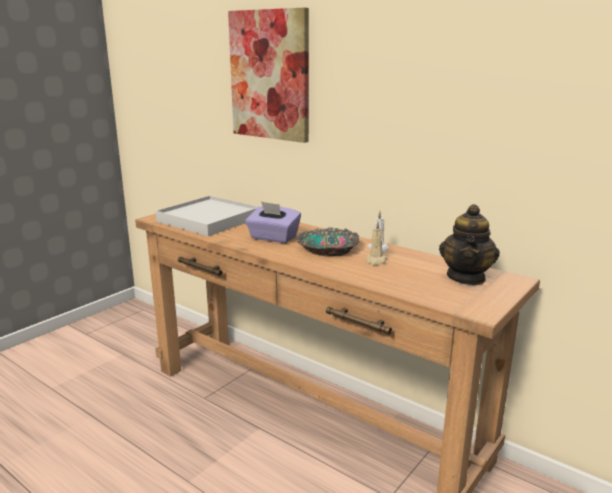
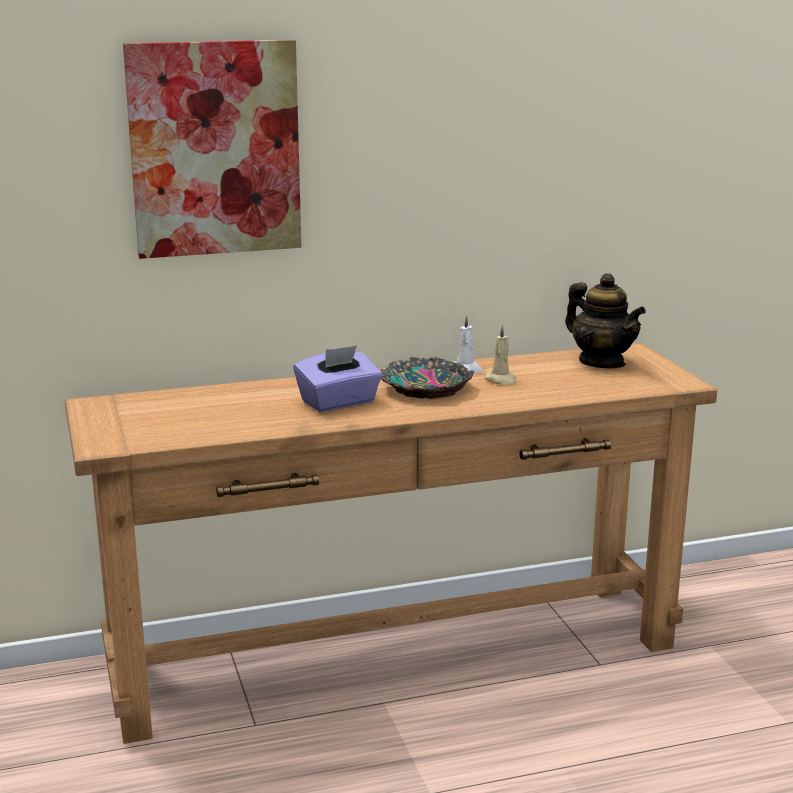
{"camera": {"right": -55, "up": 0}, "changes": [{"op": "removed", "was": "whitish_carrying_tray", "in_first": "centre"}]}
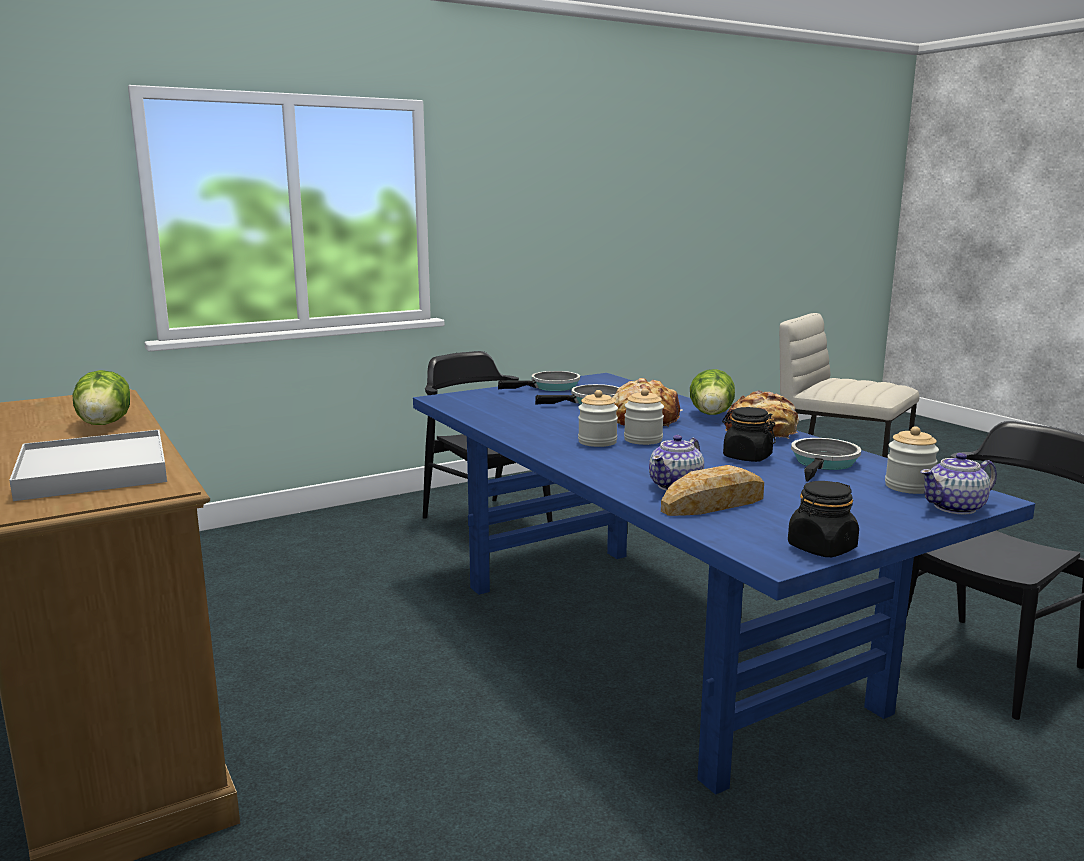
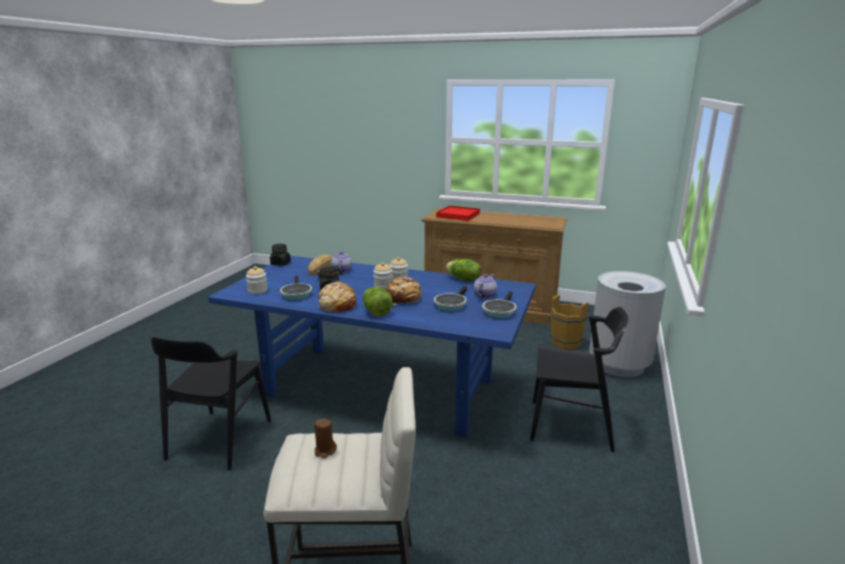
{"camera": {"right": 140, "up": 5}, "changes": [{"op": "added", "now": "brown-coloured_candle", "in_second": "bottom centre"}, {"op": "added", "now": "brown-coloured_bucket", "in_second": "middle right"}, {"op": "added", "now": "greyish_rubbish_bin", "in_second": "middle right"}, {"op": "moved", "was": "head_of_lettuce (1st from left in the first image)", "now": "head_of_lettuce (2nd from left)", "in_first": "middle left", "in_second": "centre"}, {"op": "moved", "was": "tea_pot (2nd from left)", "in_first": "middle right", "in_second": "centre"}, {"op": "recoloured", "was": "whitish_carrying_tray", "now": "red_carrying_tray", "in_first": "middle left", "in_second": "centre"}]}
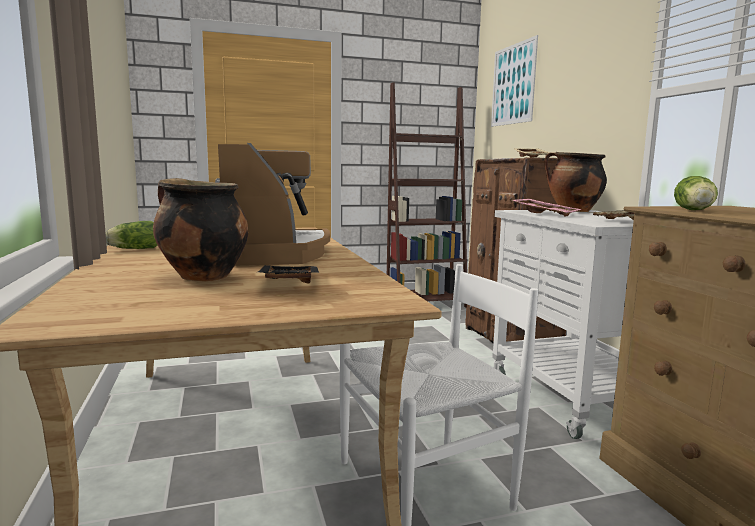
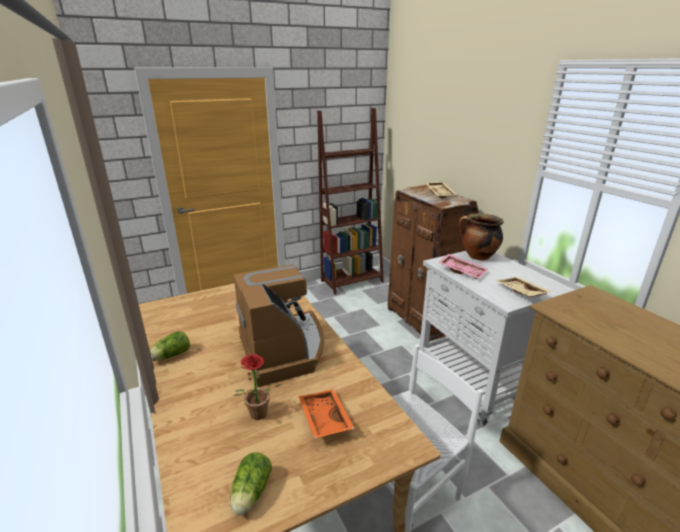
{"camera": {"right": -10, "up": 15}, "changes": [{"op": "removed", "was": "picture", "in_first": "top right"}, {"op": "moved", "was": "head_of_lettuce (2nd from left)", "in_first": "middle right", "in_second": "bottom centre"}, {"op": "replaced", "was": "saucepot (1st from left)", "now": "houseplant", "in_first": "middle left", "in_second": "bottom centre"}, {"op": "recoloured", "was": "black_carrying_tray", "now": "orangey_carrying_tray", "in_first": "centre", "in_second": "bottom centre"}]}
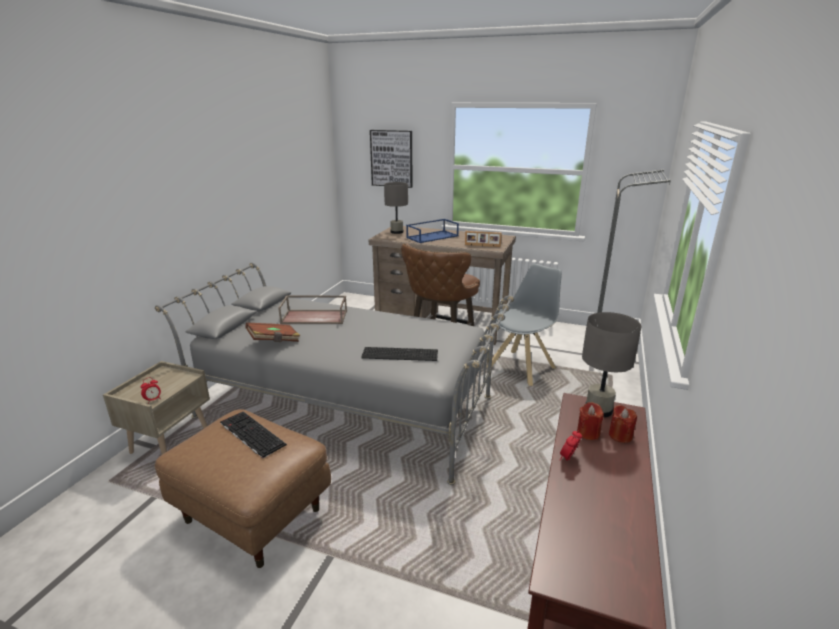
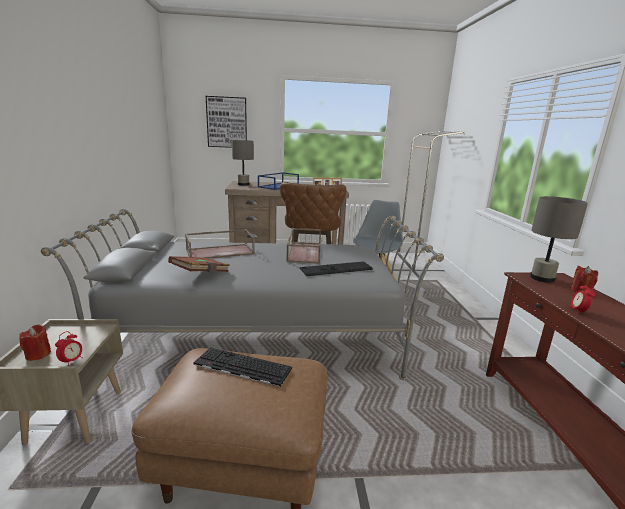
{"camera": {"right": -25, "up": -5}, "changes": [{"op": "added", "now": "brown-coloured_carrying_tray (2nd from left)", "in_second": "centre"}, {"op": "moved", "was": "red_candle (1st from left)", "in_first": "bottom right", "in_second": "bottom left"}]}
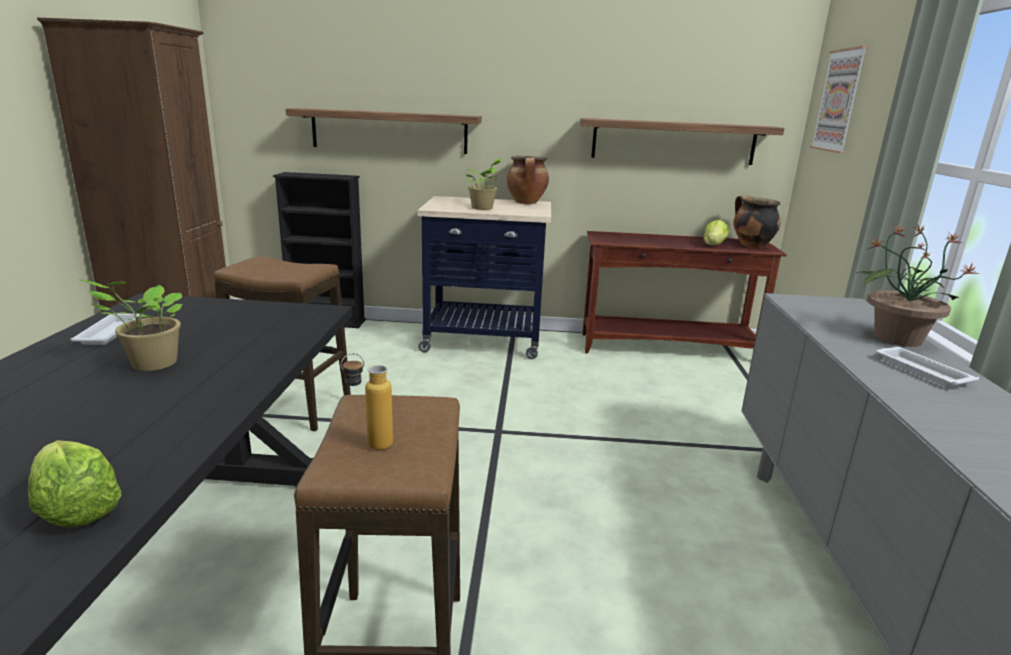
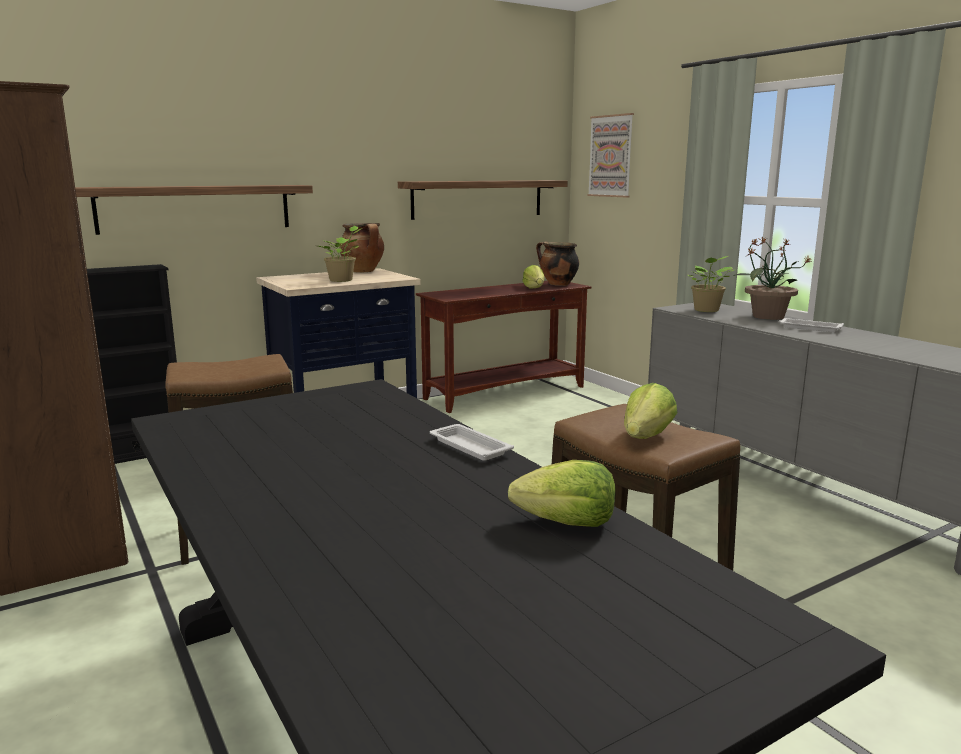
{"camera": {"right": -35, "up": -5}, "changes": [{"op": "moved", "was": "whitish_carrying_tray (1st from left)", "in_first": "middle left", "in_second": "centre"}, {"op": "moved", "was": "houseplant (1st from left in the first image)", "now": "houseplant (2nd from left)", "in_first": "middle left", "in_second": "middle right"}, {"op": "replaced", "was": "beverage_bottle", "now": "head_of_lettuce (3rd from left)", "in_first": "centre", "in_second": "middle right"}]}
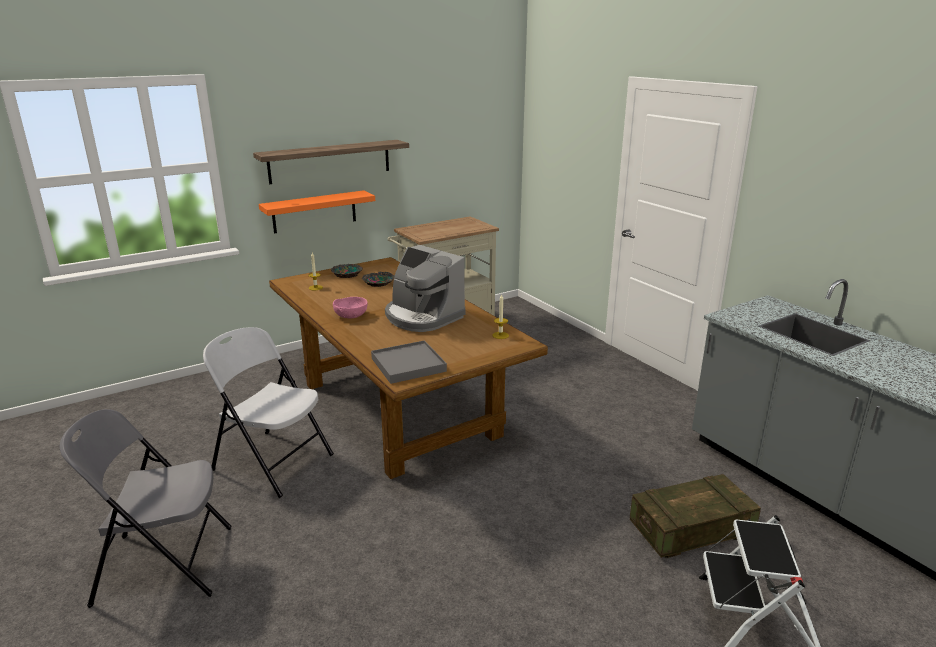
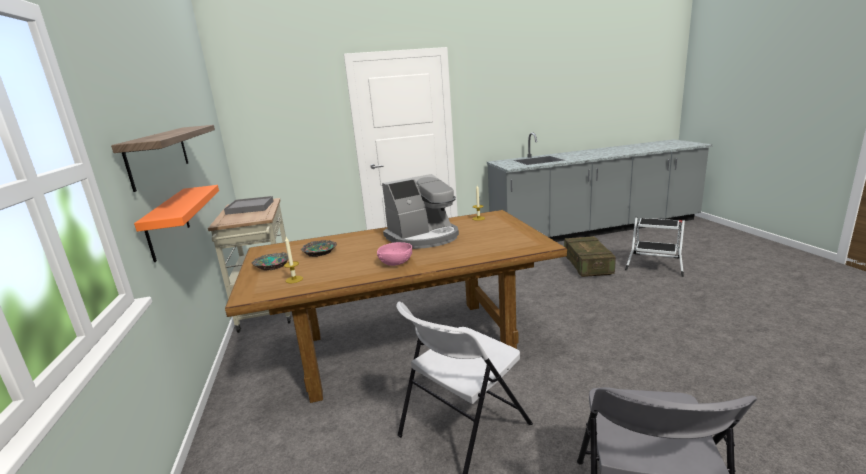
{"camera": {"right": -70, "up": -5}, "changes": [{"op": "moved", "was": "greyish_carrying_tray", "in_first": "centre", "in_second": "middle left"}]}
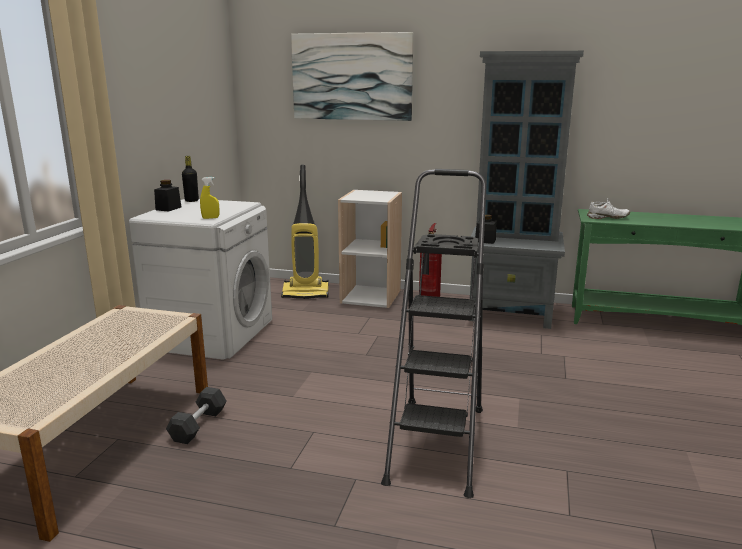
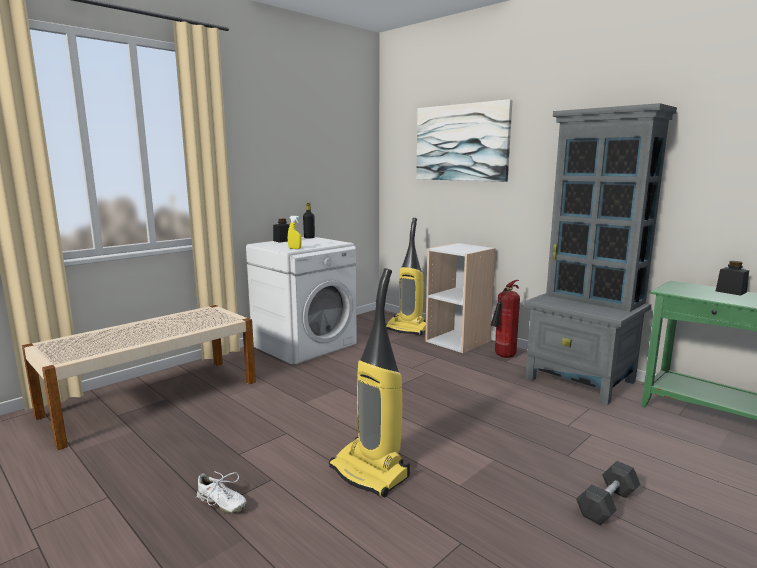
{"camera": {"right": 30, "up": -5}, "changes": [{"op": "moved", "was": "greyish_dumbbell", "in_first": "bottom left", "in_second": "bottom right"}, {"op": "moved", "was": "black_jar (2nd from left)", "in_first": "centre", "in_second": "middle right"}, {"op": "moved", "was": "whitish_shoe", "in_first": "middle right", "in_second": "bottom left"}, {"op": "replaced", "was": "step_stool", "now": "hoover (1st from left)", "in_first": "centre", "in_second": "bottom centre"}]}
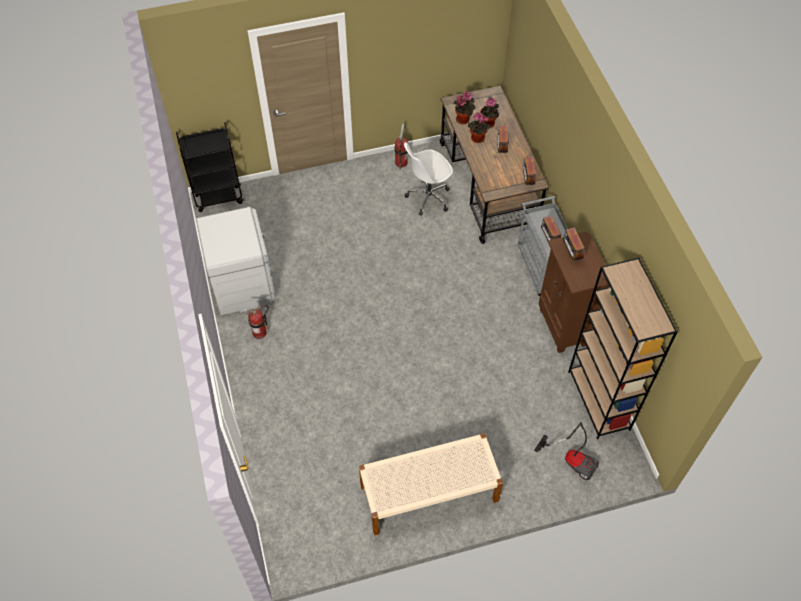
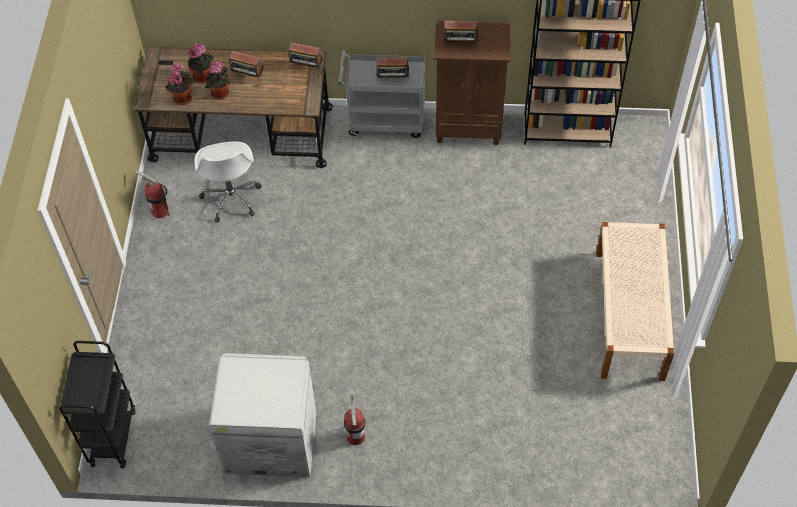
{"camera": {"right": -70, "up": 0}, "changes": [{"op": "removed", "was": "hoover", "in_first": "bottom right"}]}
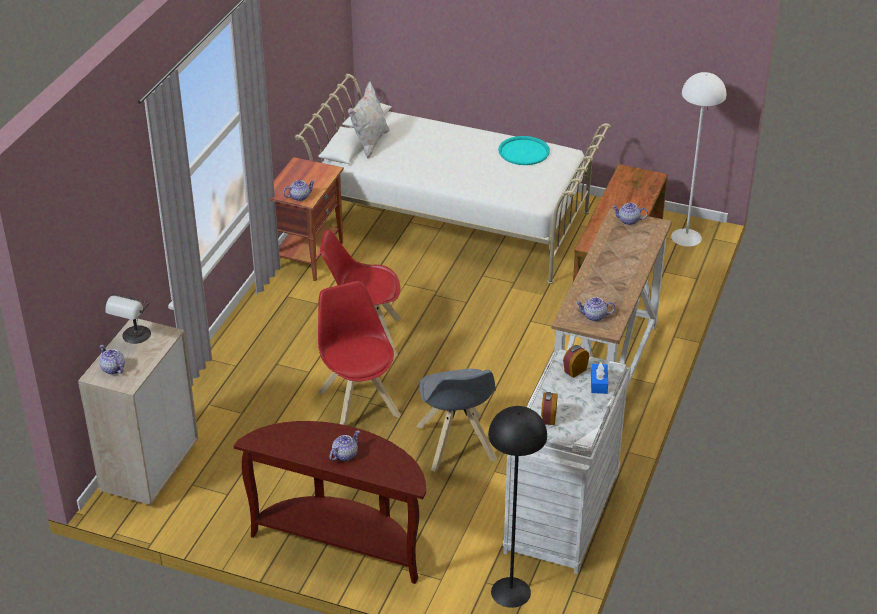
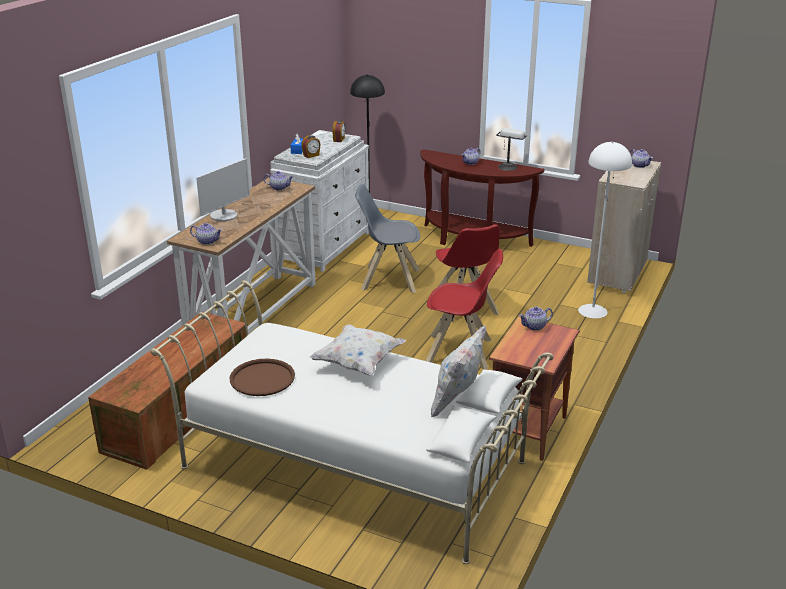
{"camera": {"right": -175, "up": -10}, "changes": [{"op": "added", "now": "monitor", "in_second": "top left"}, {"op": "added", "now": "whitish_throw_pillow (1st from left)", "in_second": "centre"}, {"op": "moved", "was": "table_lamp", "in_first": "middle left", "in_second": "top centre"}, {"op": "moved", "was": "whitish_standard_lamp", "in_first": "top right", "in_second": "middle right"}, {"op": "recoloured", "was": "blue-green_carrying_tray", "now": "brown-coloured_carrying_tray", "in_first": "top centre", "in_second": "centre"}, {"op": "turned", "was": "greyish_chair", "in_first": "bottom centre", "in_second": "centre", "clockwise": -75}]}
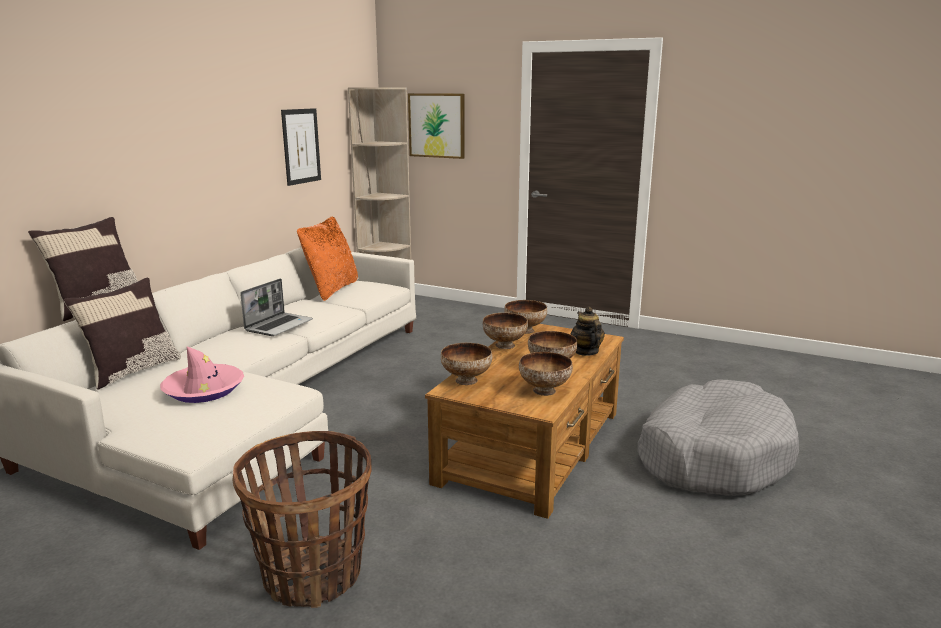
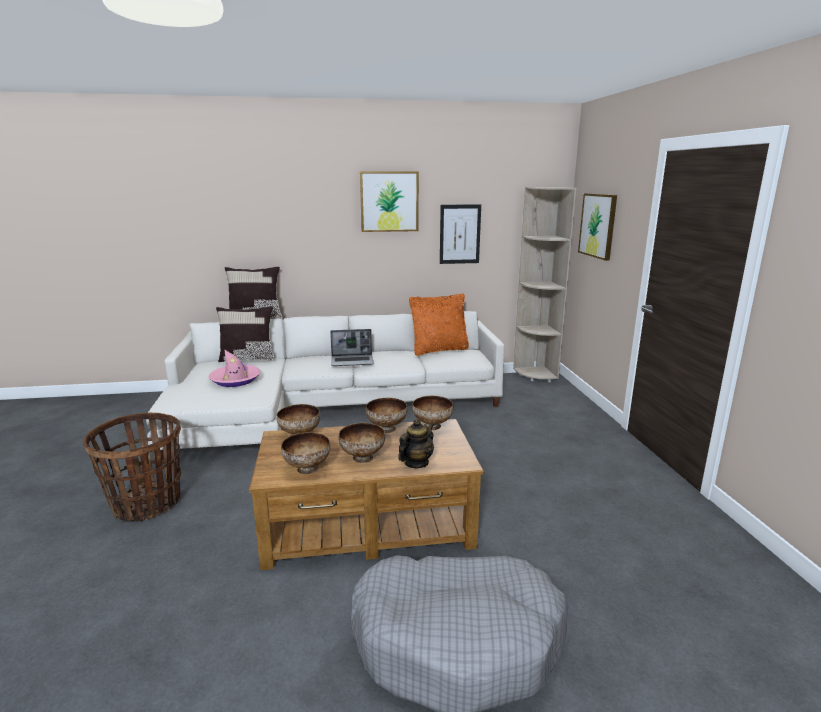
{"camera": {"right": 55, "up": 0}, "changes": [{"op": "added", "now": "picture (1st from left)", "in_second": "top centre"}]}
